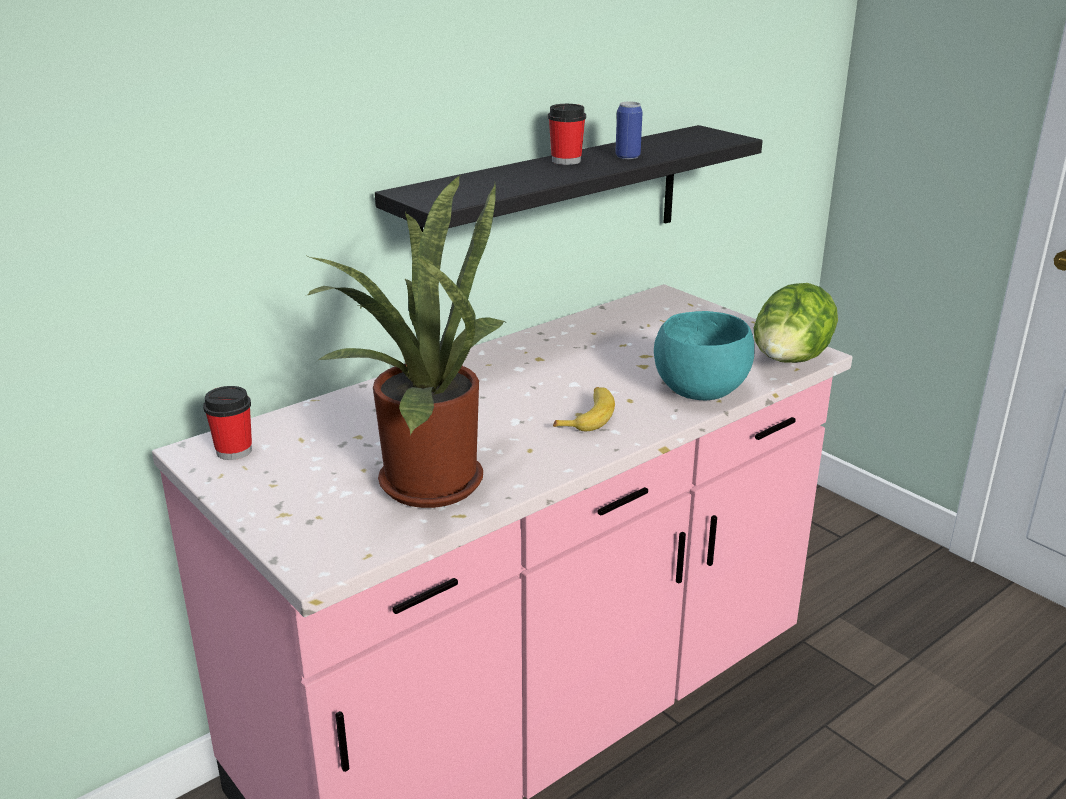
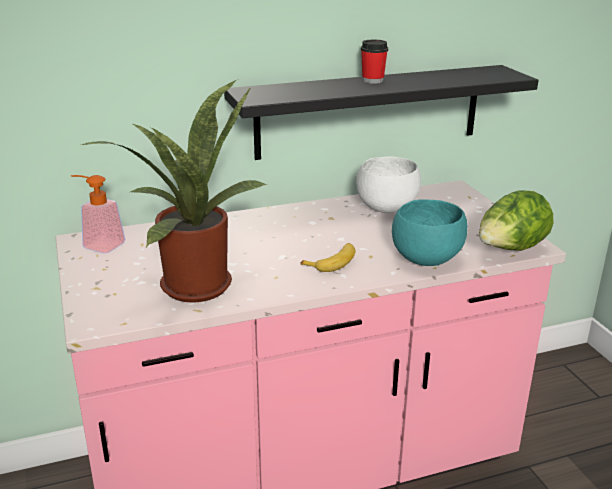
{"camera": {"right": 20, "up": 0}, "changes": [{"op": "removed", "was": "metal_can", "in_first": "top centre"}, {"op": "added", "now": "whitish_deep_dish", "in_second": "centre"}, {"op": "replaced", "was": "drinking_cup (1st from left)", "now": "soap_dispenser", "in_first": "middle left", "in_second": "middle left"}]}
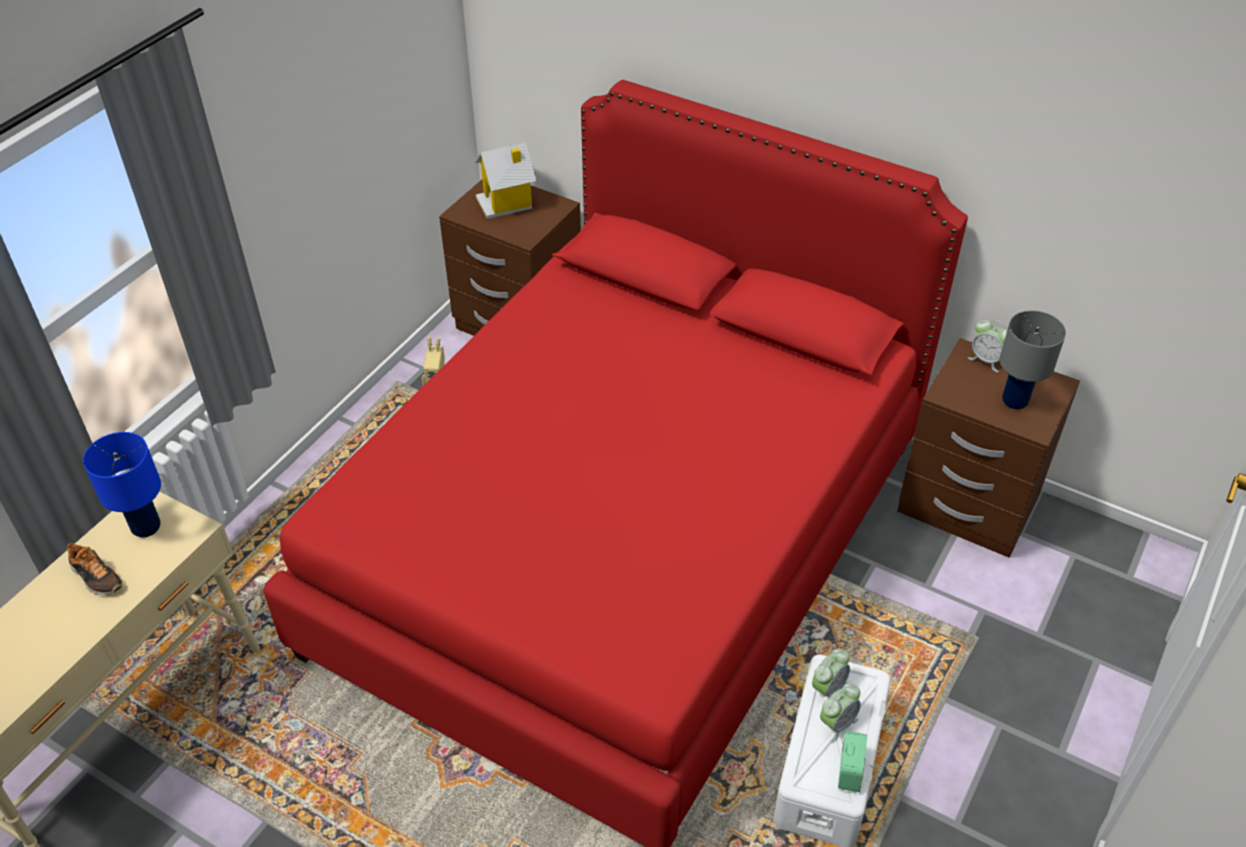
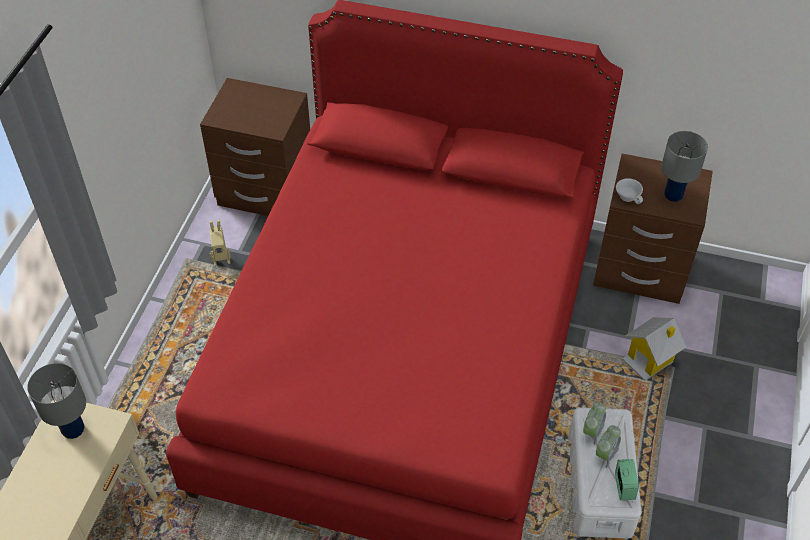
{"camera": {"right": -15, "up": 5}, "changes": [{"op": "removed", "was": "shoe", "in_first": "bottom left"}, {"op": "removed", "was": "bedside_clock (4th from left)", "in_first": "middle right"}, {"op": "added", "now": "whitish_drinking_cup", "in_second": "middle right"}, {"op": "moved", "was": "toy_house", "in_first": "top centre", "in_second": "middle right"}, {"op": "recoloured", "was": "blue_table_lamp", "now": "greyish_table_lamp (1st from left)", "in_first": "middle left", "in_second": "bottom left"}]}
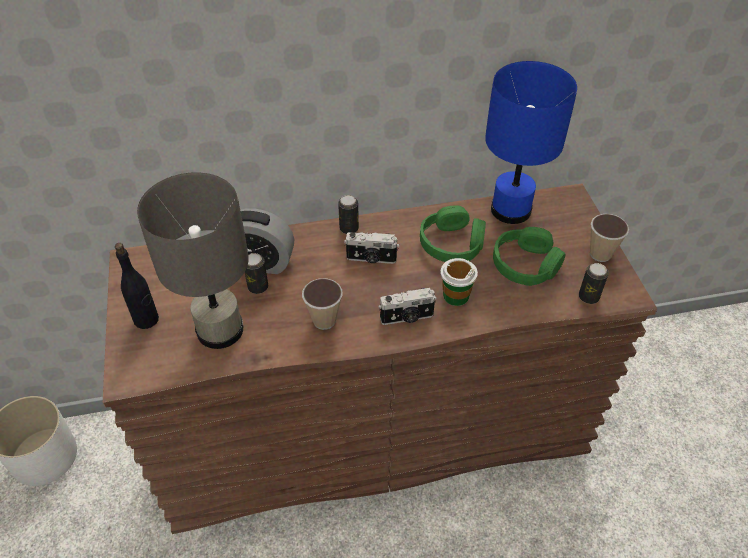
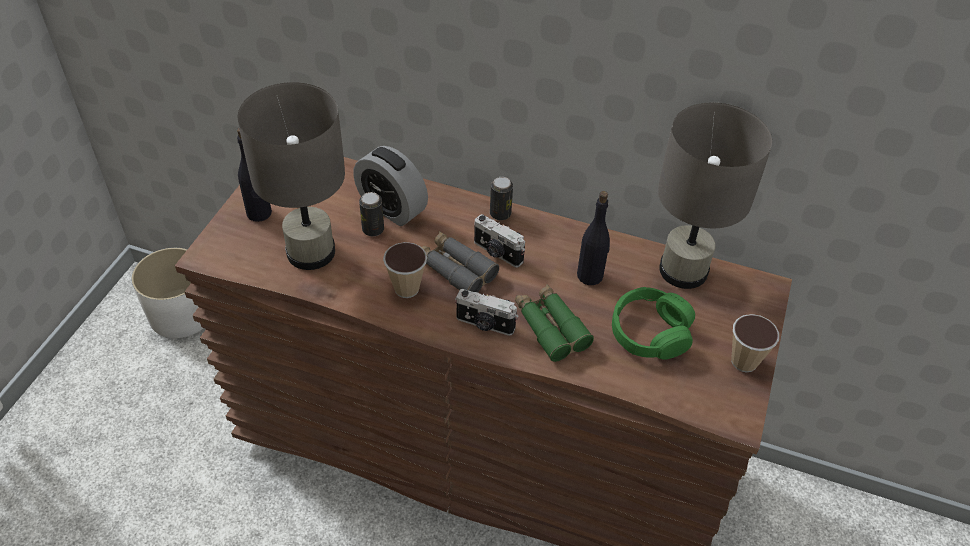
{"camera": {"right": 30, "up": 0}, "changes": [{"op": "removed", "was": "metal_can (3rd from left)", "in_first": "middle right"}, {"op": "added", "now": "greyish_pair_of_binoculars", "in_second": "centre"}, {"op": "replaced", "was": "greenish_headset (1st from left)", "now": "black_beverage_bottle (2nd from left)", "in_first": "centre", "in_second": "centre"}, {"op": "replaced", "was": "drinking_cup (2nd from left)", "now": "greenish_pair_of_binoculars", "in_first": "centre", "in_second": "centre"}, {"op": "recoloured", "was": "blue_table_lamp", "now": "greyish_table_lamp (2nd from left)", "in_first": "top right", "in_second": "middle right"}]}
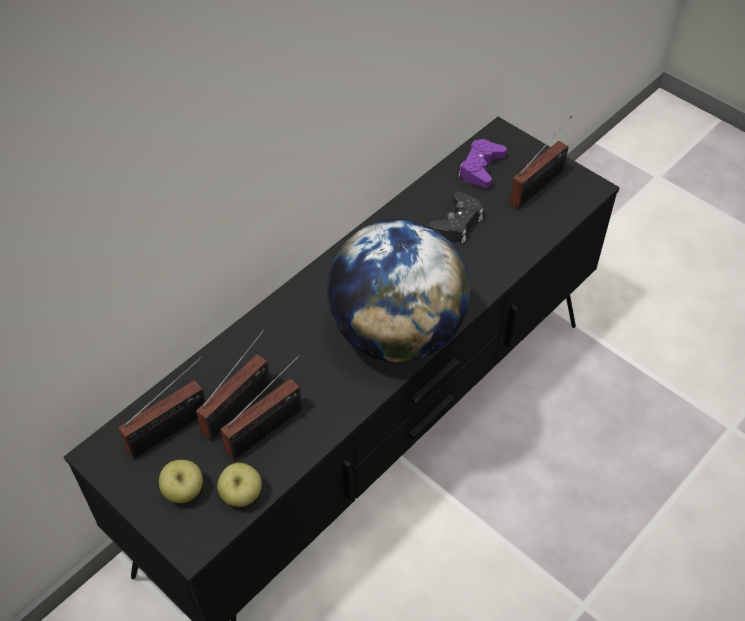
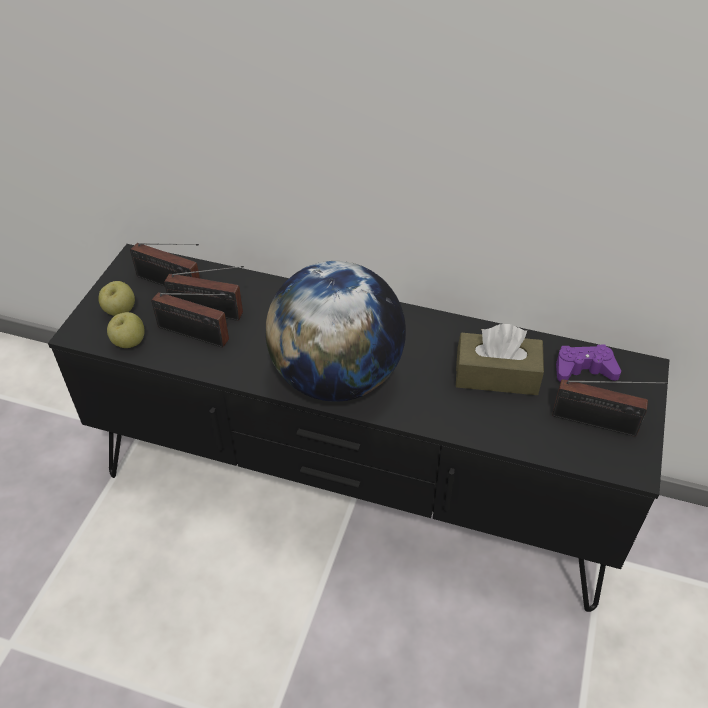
{"camera": {"right": 65, "up": -5}, "changes": [{"op": "replaced", "was": "black_game_controller", "now": "brown-coloured_tissue_box", "in_first": "centre", "in_second": "middle right"}]}
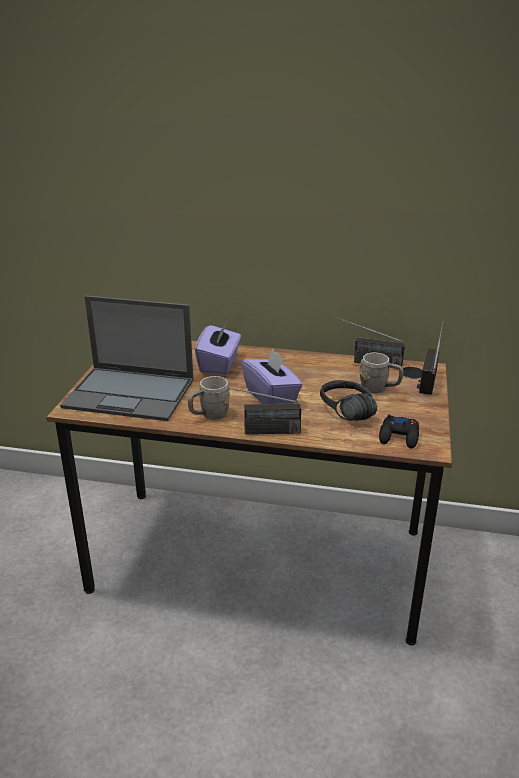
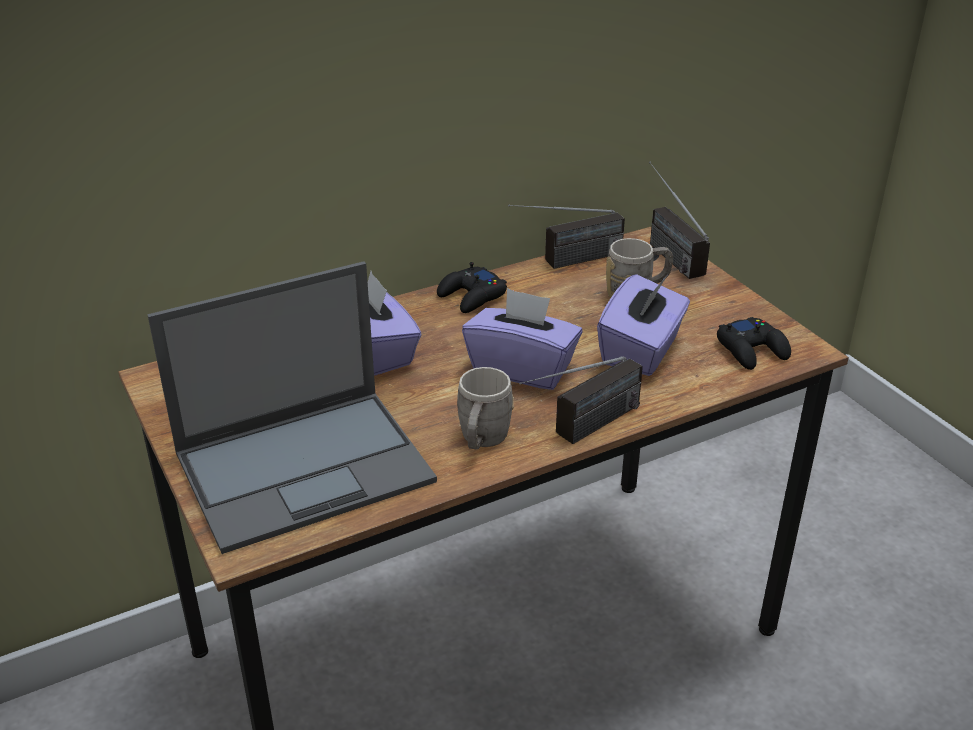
{"camera": {"right": -40, "up": 5}, "changes": [{"op": "added", "now": "black_game_controller (1st from left)", "in_second": "centre"}, {"op": "replaced", "was": "black_headset", "now": "purple_tissue_box (3rd from left)", "in_first": "middle right", "in_second": "centre"}]}
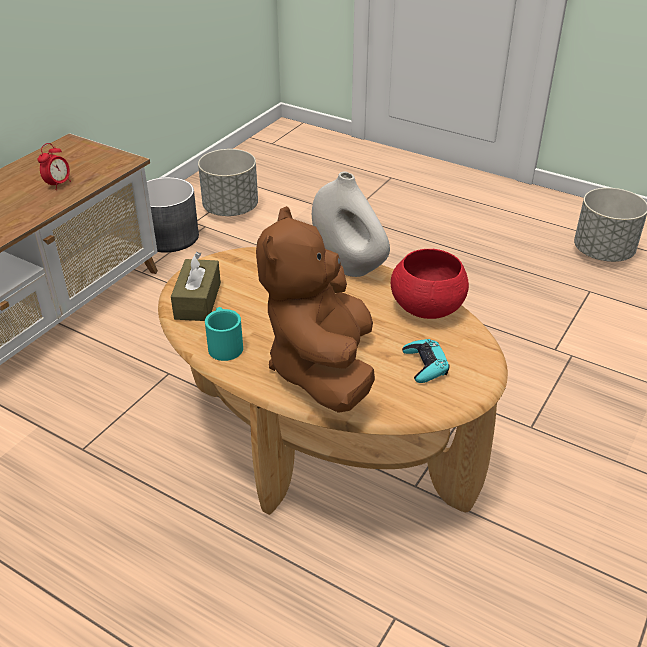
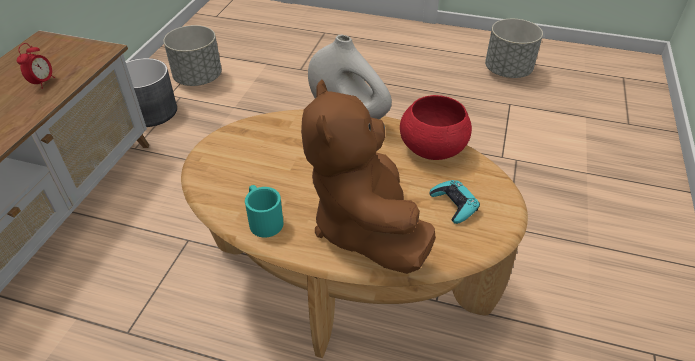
{"camera": {"right": -15, "up": 5}, "changes": [{"op": "removed", "was": "brown-coloured_tissue_box", "in_first": "middle left"}]}
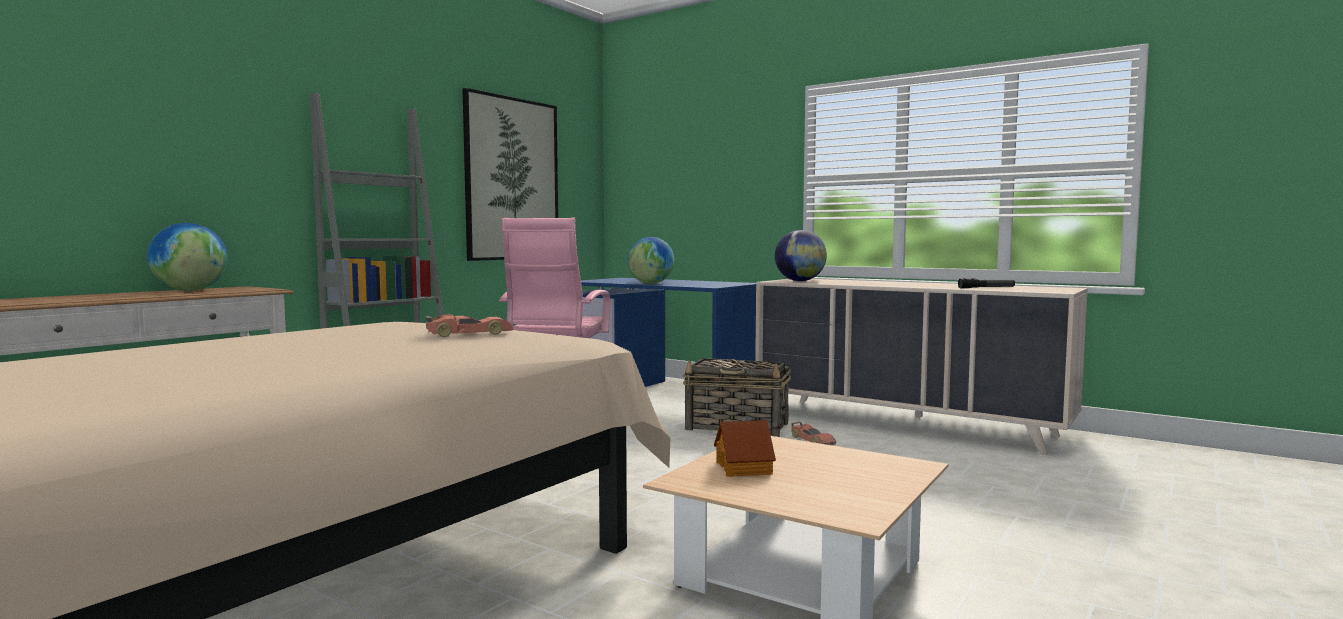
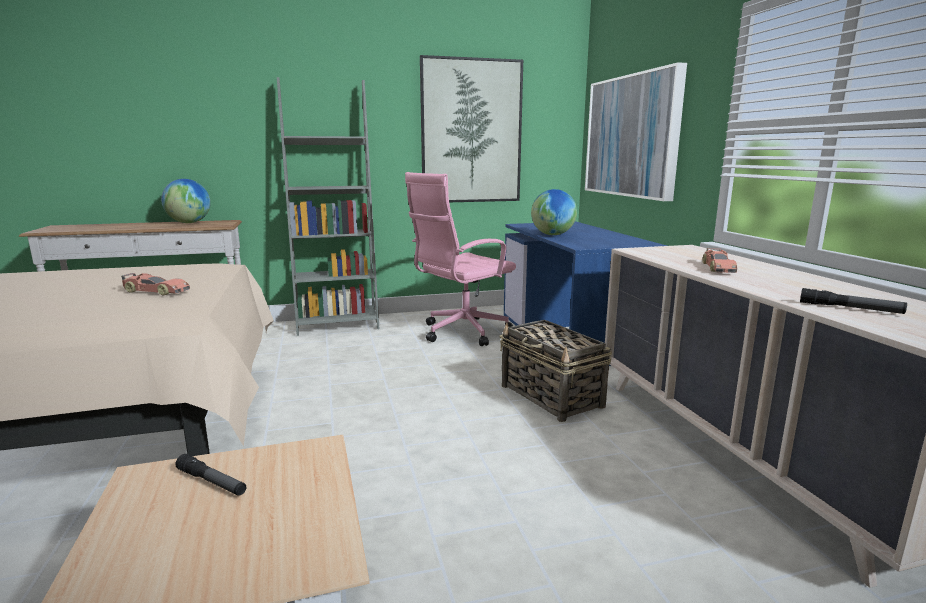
{"camera": {"right": 40, "up": 10}, "changes": [{"op": "removed", "was": "world_globe (3rd from left)", "in_first": "centre"}, {"op": "added", "now": "picture (2nd from left)", "in_second": "top right"}, {"op": "moved", "was": "model_car (2nd from left)", "in_first": "bottom centre", "in_second": "middle right"}, {"op": "replaced", "was": "toy_house", "now": "torch (1st from left)", "in_first": "bottom centre", "in_second": "bottom left"}]}
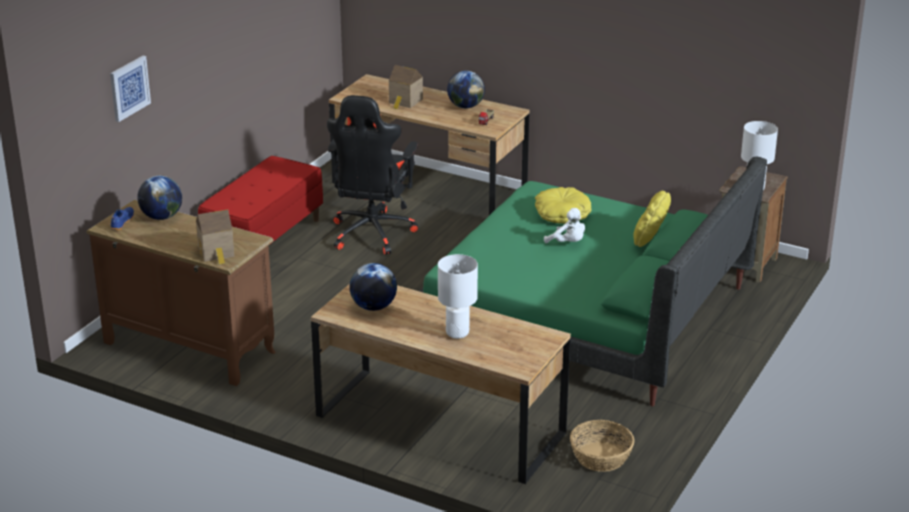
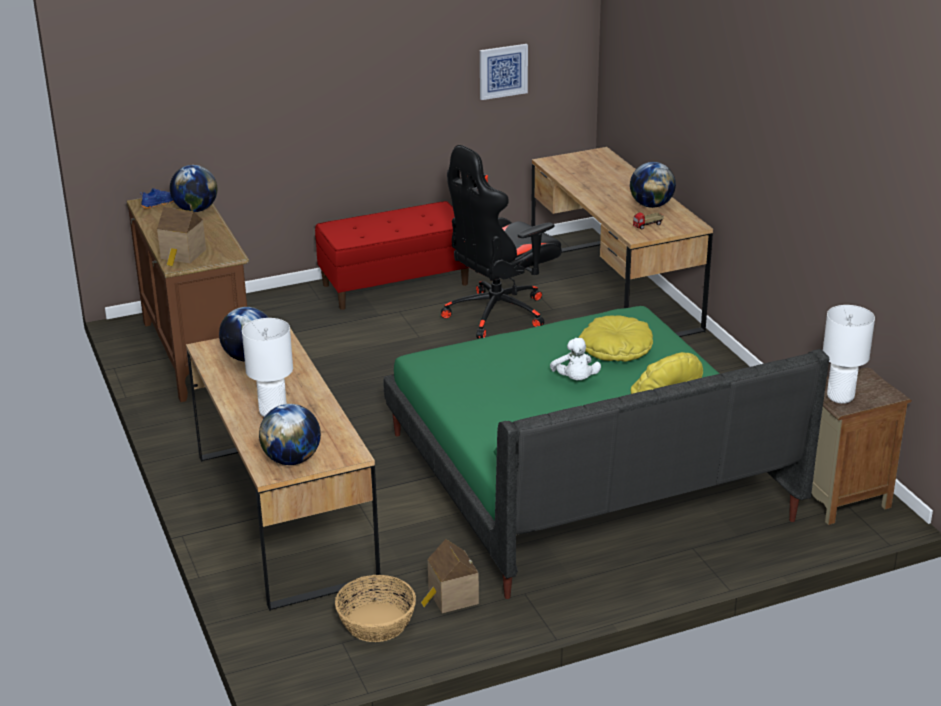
{"camera": {"right": 40, "up": 0}, "changes": [{"op": "added", "now": "world_globe (3rd from left)", "in_second": "middle left"}, {"op": "moved", "was": "picture", "in_first": "top left", "in_second": "top centre"}, {"op": "moved", "was": "toy_house (2nd from left)", "in_first": "top centre", "in_second": "bottom centre"}]}
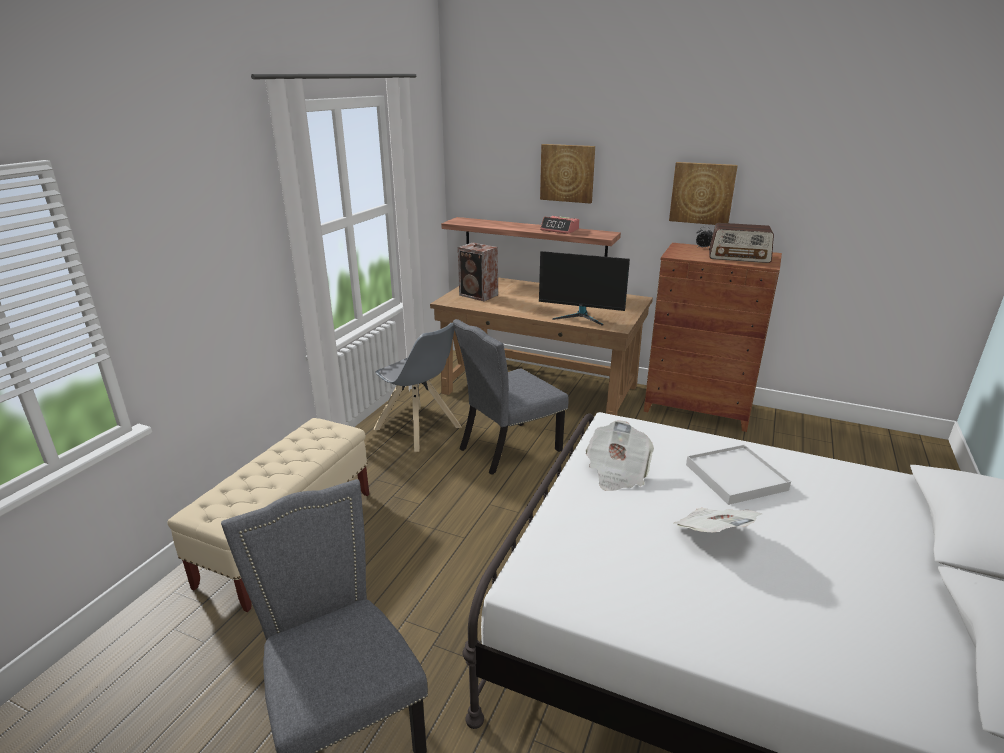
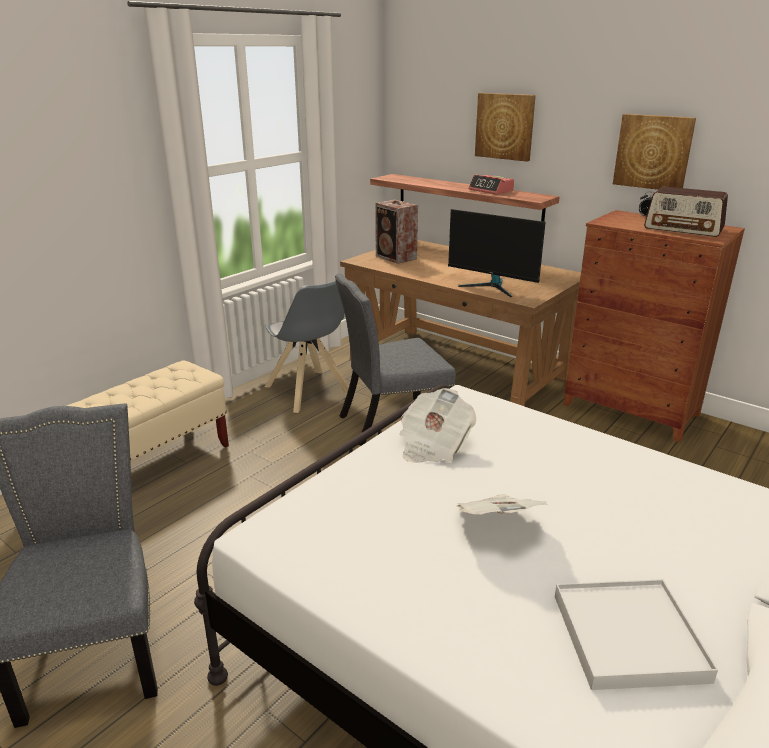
{"camera": {"right": 15, "up": 0}, "changes": [{"op": "moved", "was": "whitish_carrying_tray", "in_first": "middle right", "in_second": "bottom right"}]}
